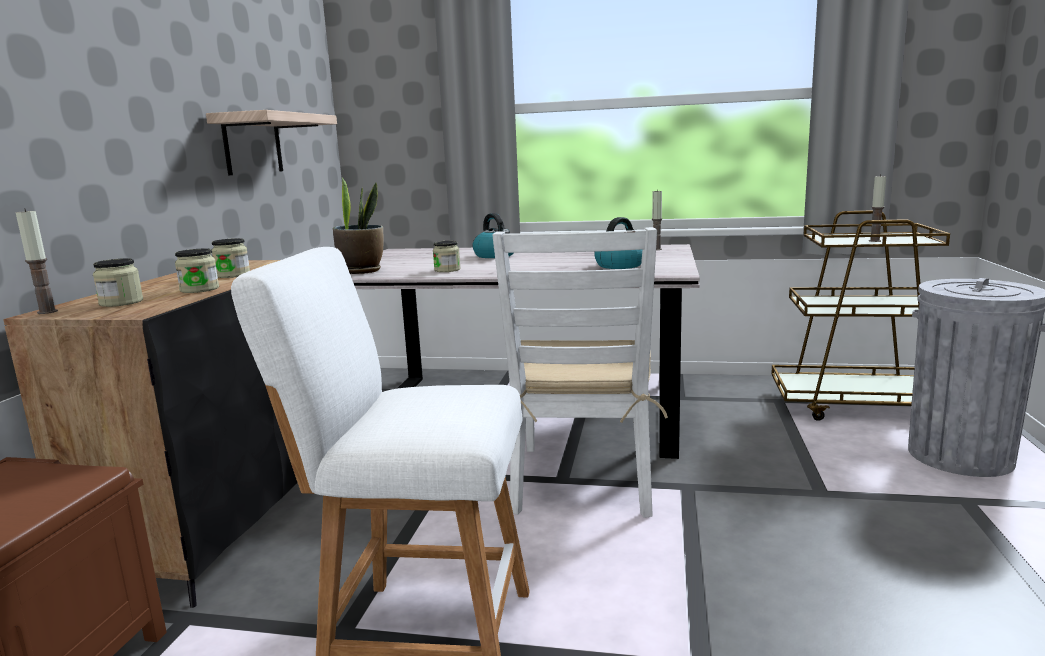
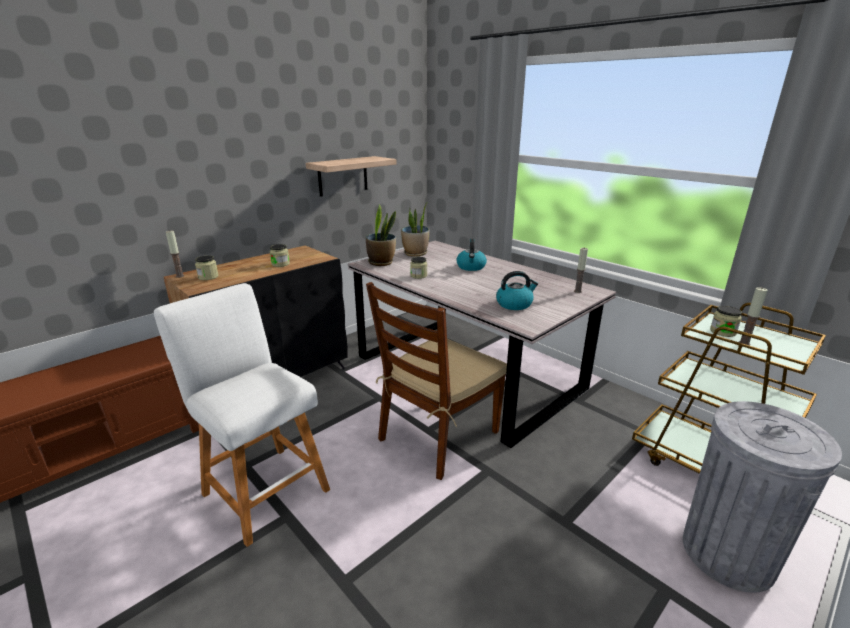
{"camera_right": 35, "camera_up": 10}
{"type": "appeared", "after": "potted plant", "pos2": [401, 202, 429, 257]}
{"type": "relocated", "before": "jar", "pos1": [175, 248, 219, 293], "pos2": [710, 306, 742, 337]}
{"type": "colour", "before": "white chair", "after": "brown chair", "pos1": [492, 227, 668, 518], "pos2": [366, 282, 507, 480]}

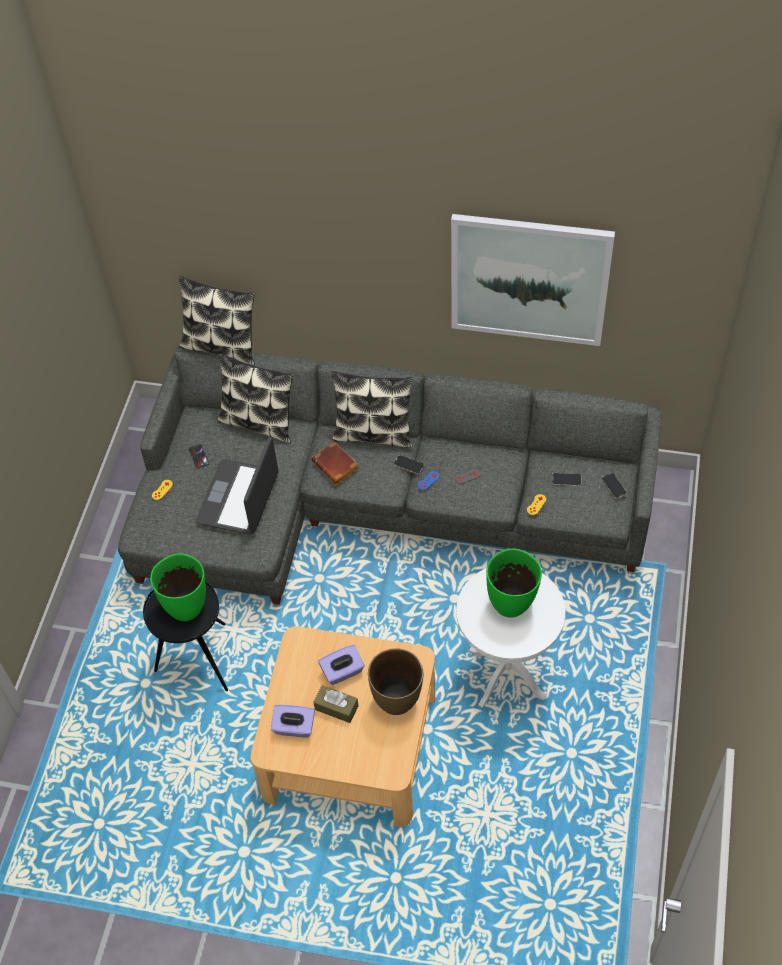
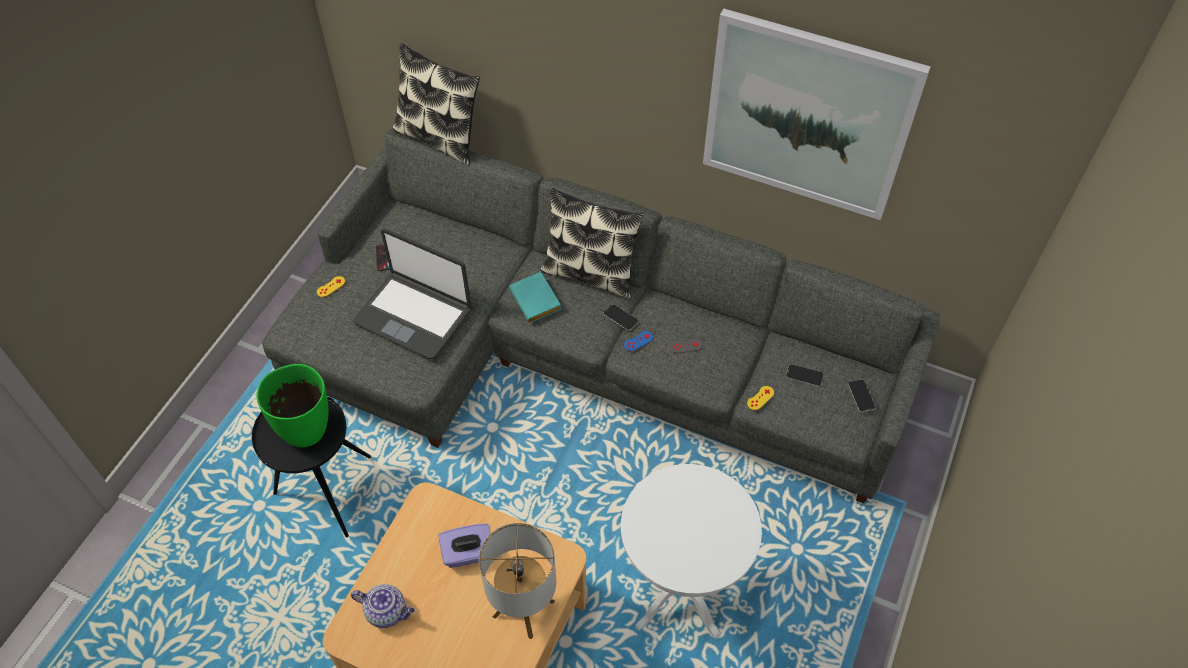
{"camera_right": 10, "camera_up": 0}
{"type": "missing", "before": "pillow", "pos1": [217, 353, 294, 443]}
{"type": "missing", "before": "brown tissue box", "pos1": [314, 685, 358, 723]}
{"type": "missing", "before": "green vase", "pos1": [486, 549, 542, 618]}
{"type": "exchanged", "before": "purple tissue box", "after": "teapot", "pos1": [271, 705, 315, 737], "pos2": [351, 584, 415, 628]}
{"type": "exchanged", "before": "brown vase", "after": "table lamp", "pos1": [368, 648, 424, 715], "pos2": [479, 523, 556, 639]}
{"type": "colour", "before": "brown book", "after": "turquoise book", "pos1": [311, 441, 359, 484], "pos2": [509, 272, 561, 323]}
{"type": "spun", "before": "laptop", "pos1": [196, 436, 279, 535], "pos2": [353, 229, 471, 359], "turn": -90}

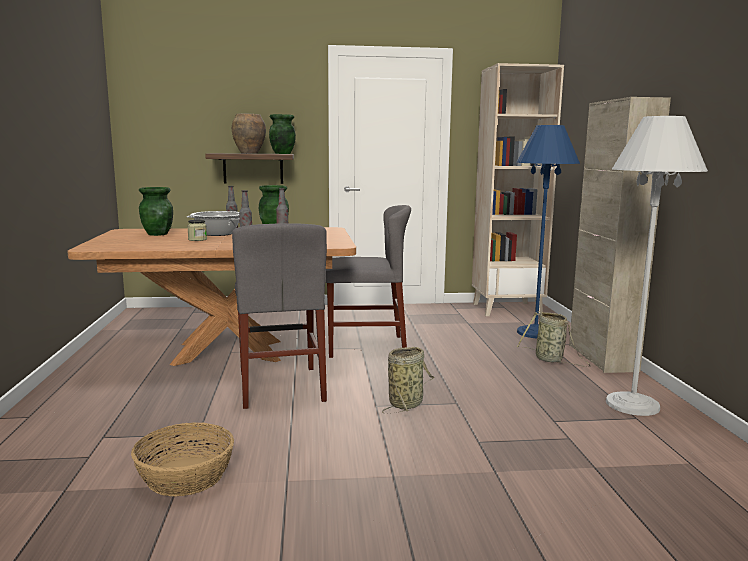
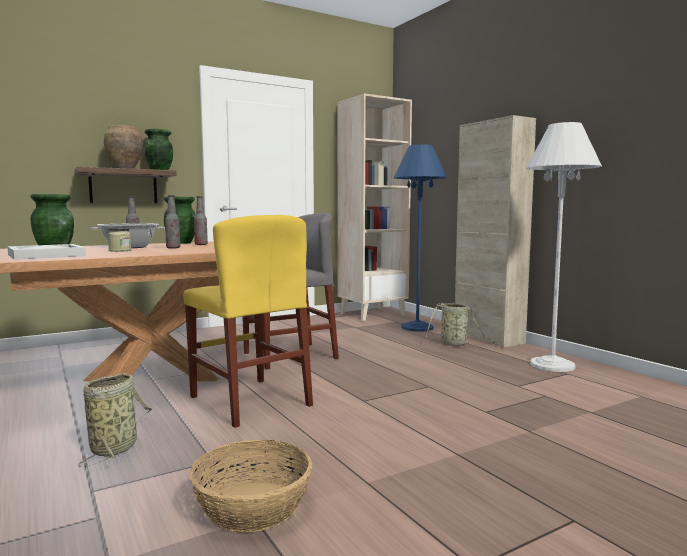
{"camera_right": -25, "camera_up": -5}
{"type": "appeared", "after": "white tray", "pos2": [7, 244, 86, 260]}
{"type": "relocated", "before": "basket", "pos1": [382, 347, 434, 414], "pos2": [78, 373, 152, 467]}
{"type": "colour", "before": "grey chair", "after": "yellow chair", "pos1": [232, 223, 327, 409], "pos2": [183, 215, 313, 428]}

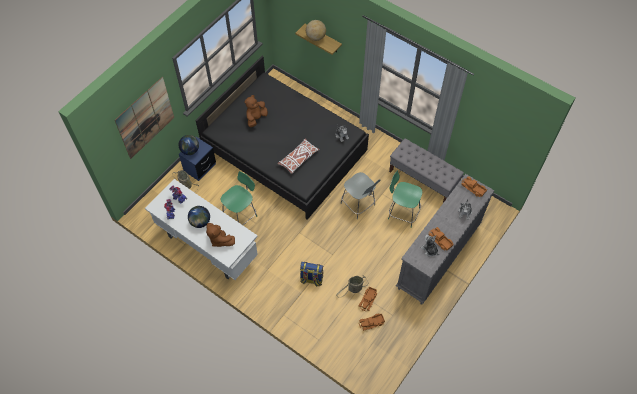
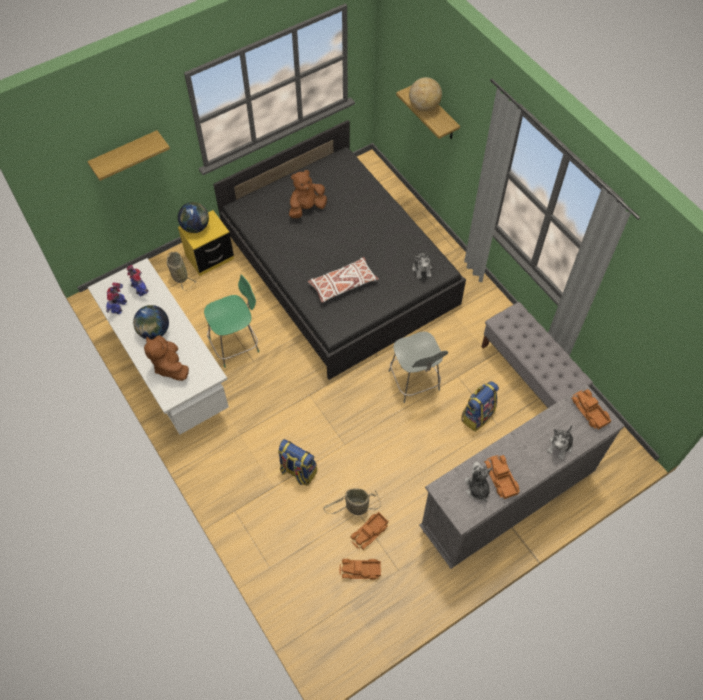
{"camera_right": 20, "camera_up": 0}
{"type": "exchanged", "before": "picture", "after": "shelf", "pos1": [115, 77, 174, 159], "pos2": [87, 130, 170, 181]}
{"type": "exchanged", "before": "green chair", "after": "backpack", "pos1": [388, 170, 422, 228], "pos2": [461, 381, 499, 431]}
{"type": "colour", "before": "blue nightstand", "after": "yellow nightstand", "pos1": [179, 137, 216, 181], "pos2": [178, 210, 234, 276]}

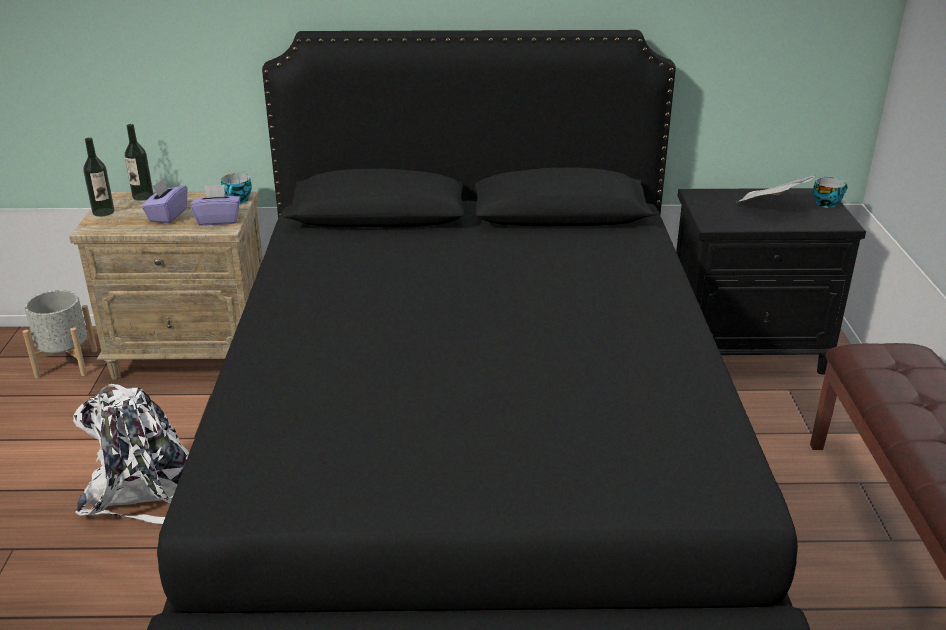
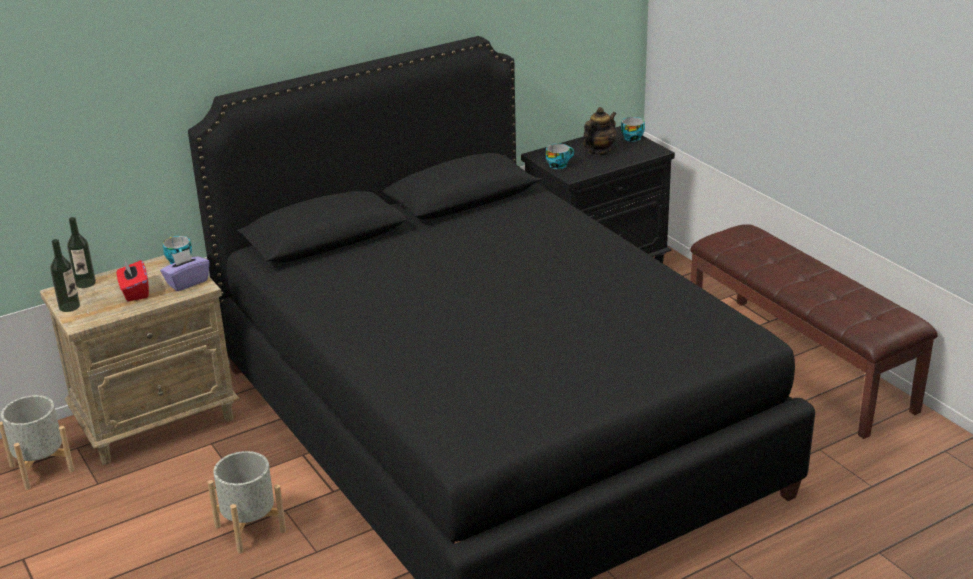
{"camera_right": -30, "camera_up": 0}
{"type": "appeared", "after": "cup", "pos2": [546, 143, 574, 169]}
{"type": "exchanged", "before": "white backpack", "after": "grey planter", "pos1": [73, 384, 189, 524], "pos2": [207, 451, 286, 554]}
{"type": "exchanged", "before": "newspaper", "after": "teapot", "pos1": [738, 176, 815, 202], "pos2": [583, 107, 616, 155]}
{"type": "colour", "before": "purple tissue box", "after": "red tissue box", "pos1": [142, 179, 187, 223], "pos2": [117, 260, 149, 301]}

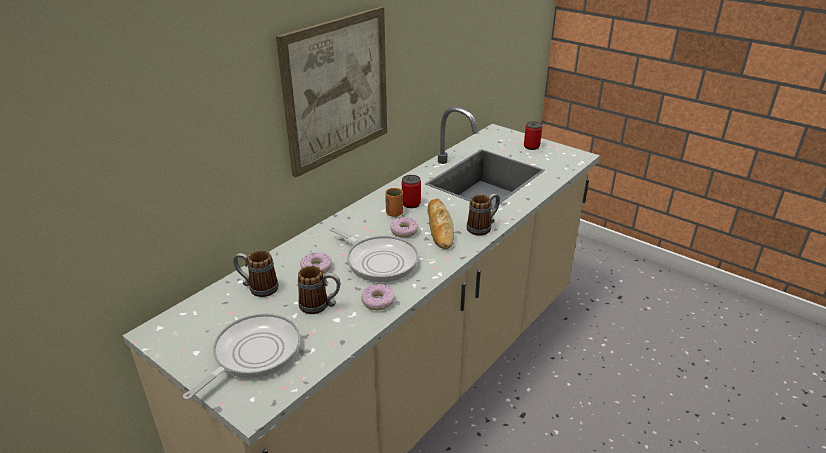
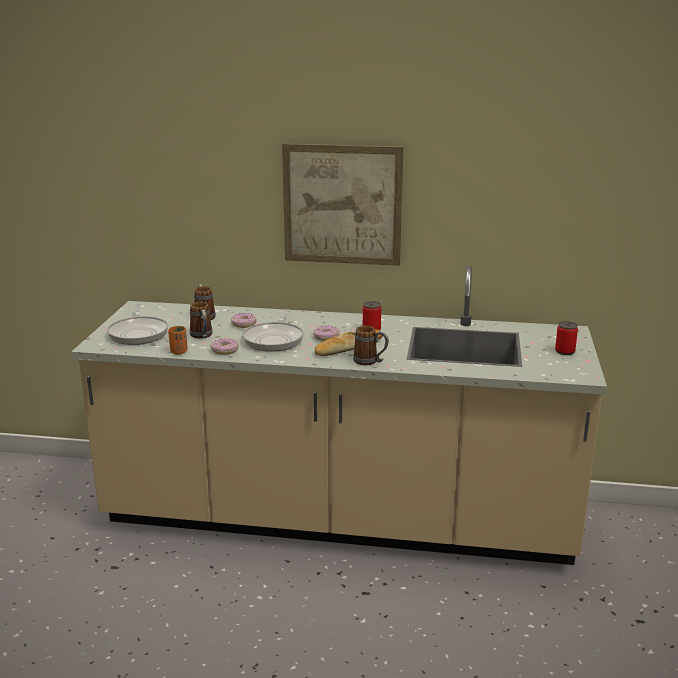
{"camera_right": 60, "camera_up": -10}
{"type": "relocated", "before": "orange cup", "pos1": [385, 188, 403, 217], "pos2": [168, 326, 188, 354]}
{"type": "spun", "before": "frying pan", "pos1": [183, 313, 301, 400], "pos2": [107, 304, 168, 345], "turn": 75}

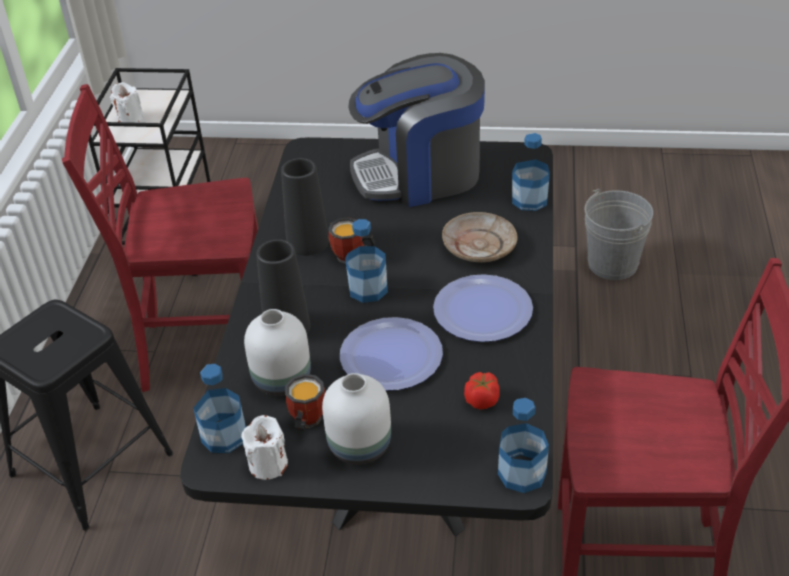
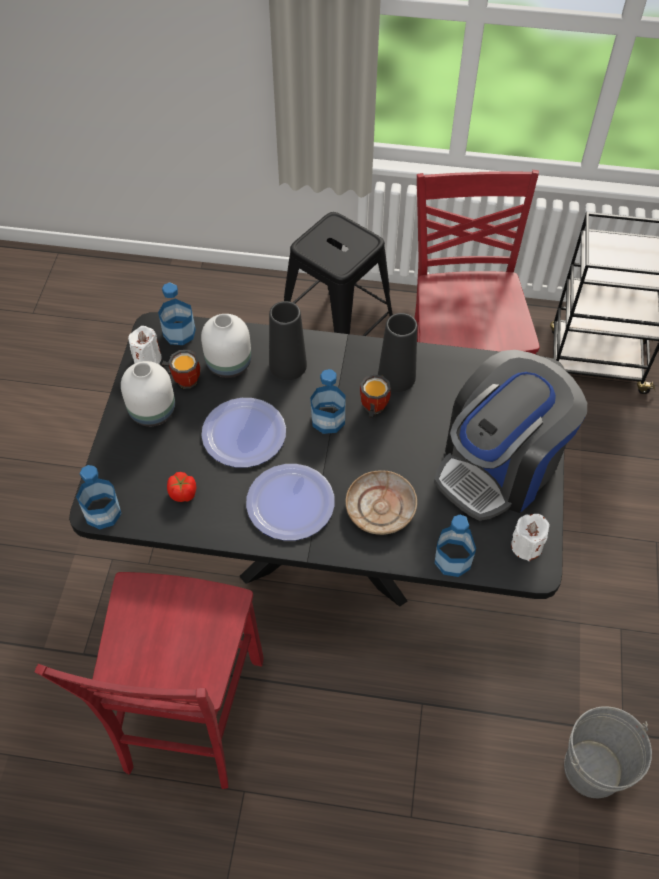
{"camera_right": 90, "camera_up": 15}
{"type": "relocated", "before": "white candle", "pos1": [110, 82, 144, 123], "pos2": [511, 514, 549, 561]}
{"type": "spun", "before": "coffee machine", "pos1": [348, 53, 485, 207], "pos2": [434, 350, 587, 521], "turn": -120}

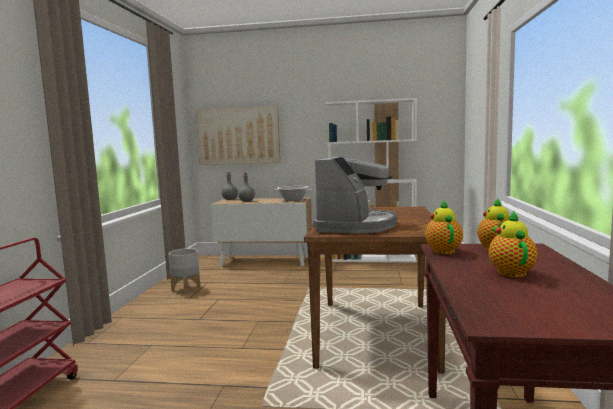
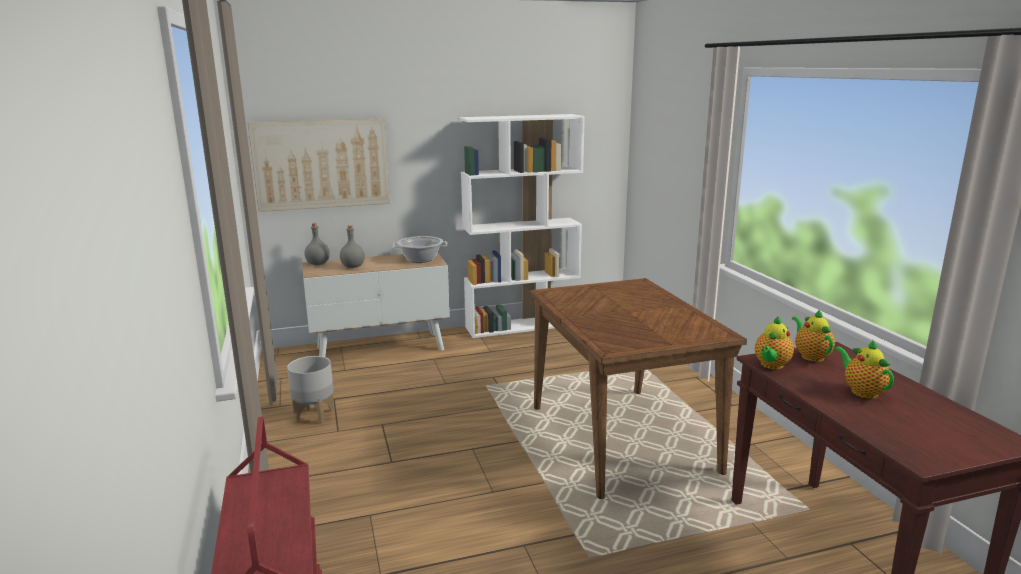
{"camera_right": -25, "camera_up": 10}
{"type": "missing", "before": "coffee machine", "pos1": [313, 157, 397, 234]}
{"type": "spun", "before": "teapot", "pos1": [425, 200, 463, 254], "pos2": [755, 316, 794, 369], "turn": -120}

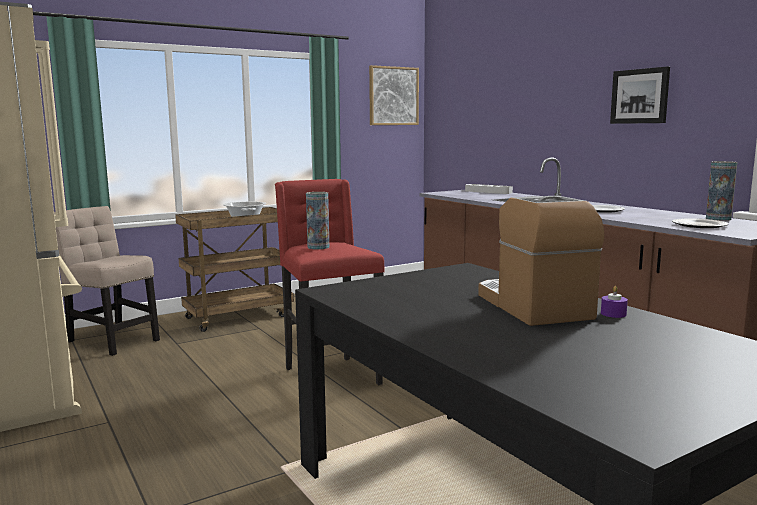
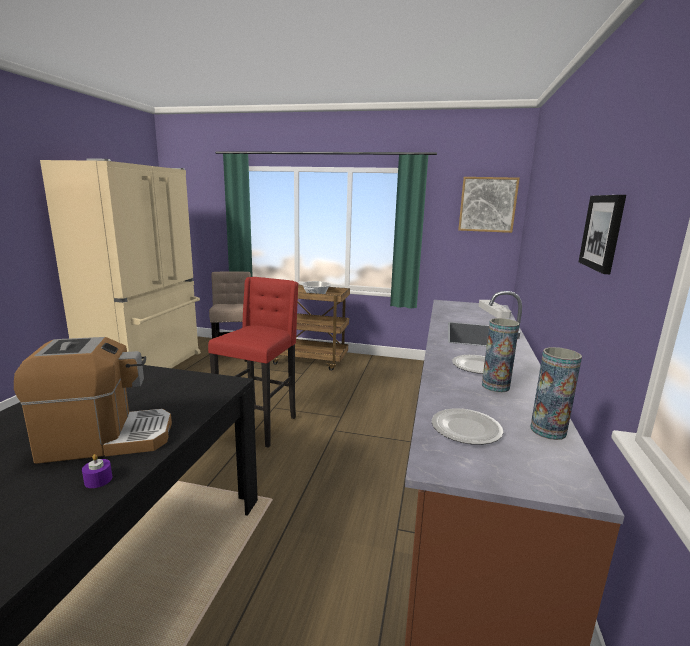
{"camera_right": 45, "camera_up": 5}
{"type": "relocated", "before": "vase", "pos1": [306, 192, 329, 250], "pos2": [482, 318, 519, 392]}
{"type": "spun", "before": "coffee machine", "pos1": [478, 196, 604, 326], "pos2": [14, 337, 172, 464], "turn": 45}

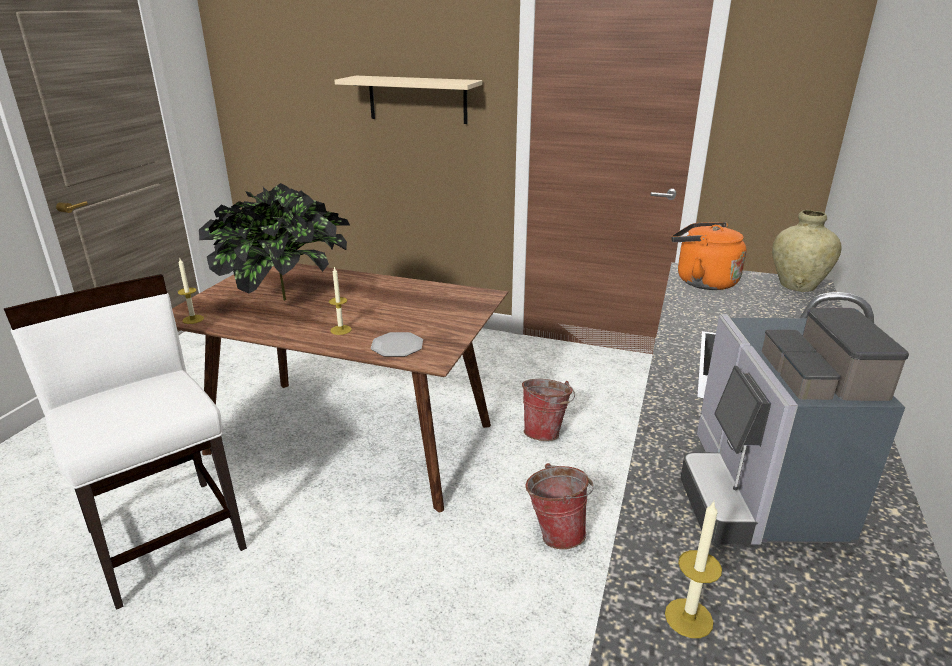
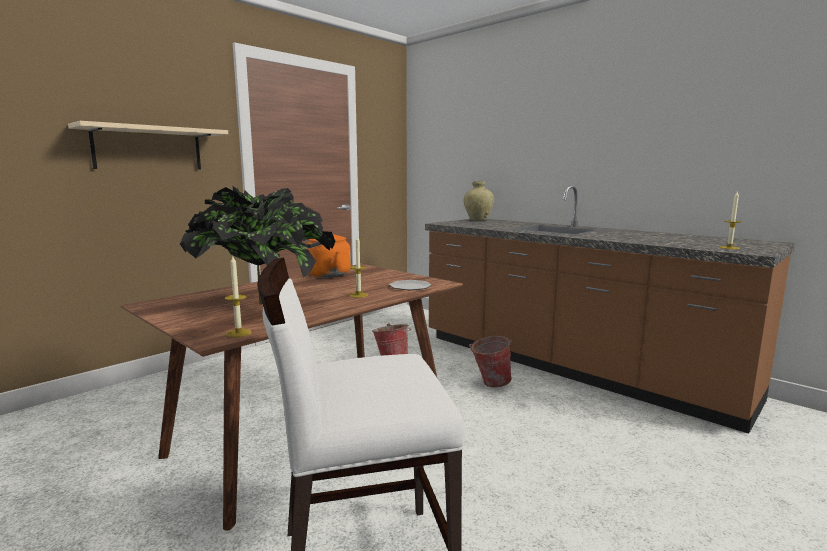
{"camera_right": -65, "camera_up": -15}
{"type": "missing", "before": "coffee machine", "pos1": [681, 308, 909, 545]}
{"type": "relocated", "before": "orange kettle", "pos1": [671, 222, 746, 290], "pos2": [300, 234, 351, 278]}

